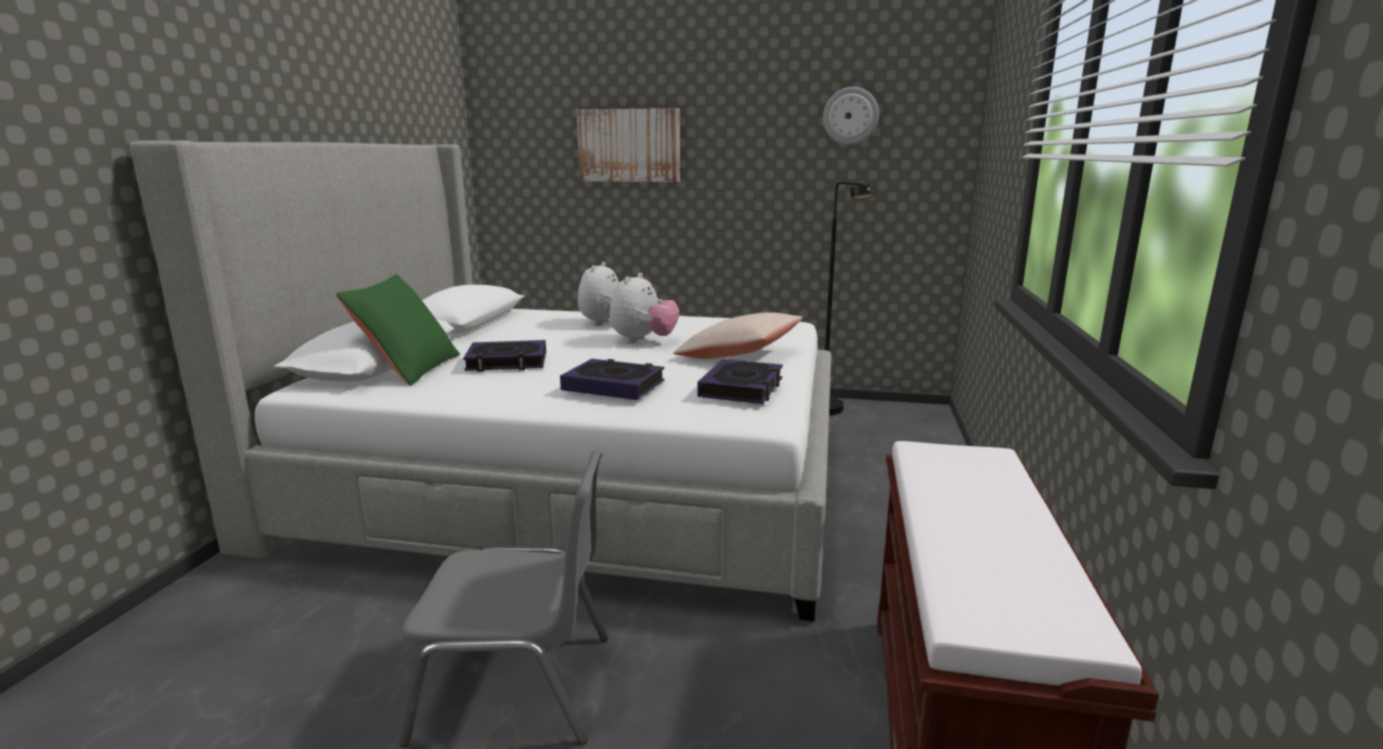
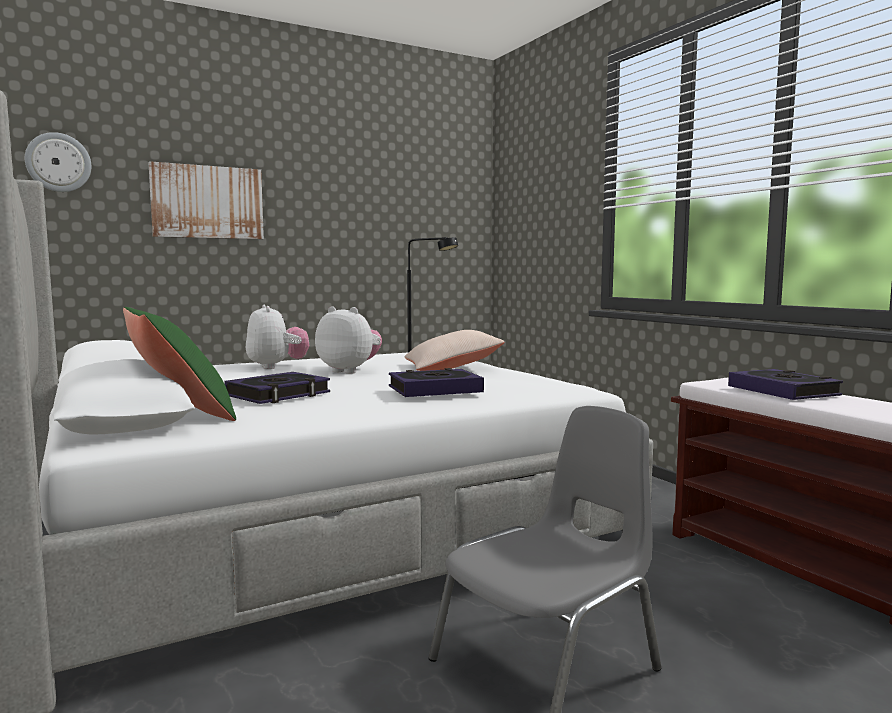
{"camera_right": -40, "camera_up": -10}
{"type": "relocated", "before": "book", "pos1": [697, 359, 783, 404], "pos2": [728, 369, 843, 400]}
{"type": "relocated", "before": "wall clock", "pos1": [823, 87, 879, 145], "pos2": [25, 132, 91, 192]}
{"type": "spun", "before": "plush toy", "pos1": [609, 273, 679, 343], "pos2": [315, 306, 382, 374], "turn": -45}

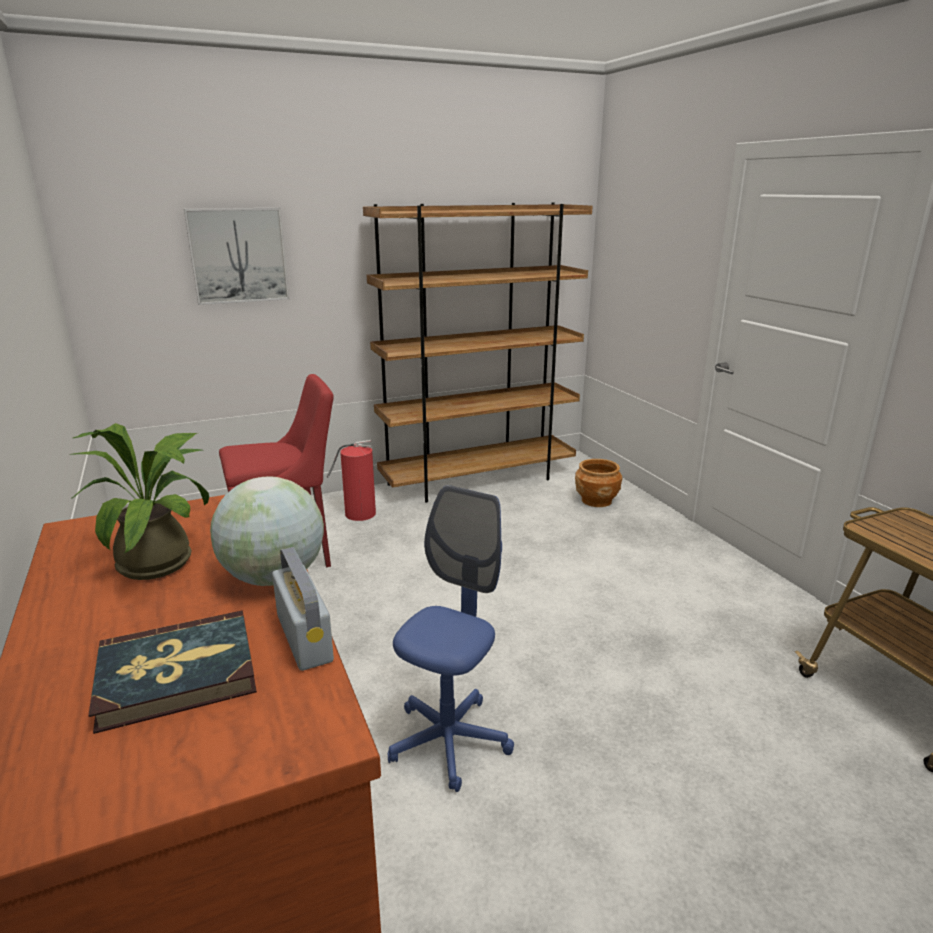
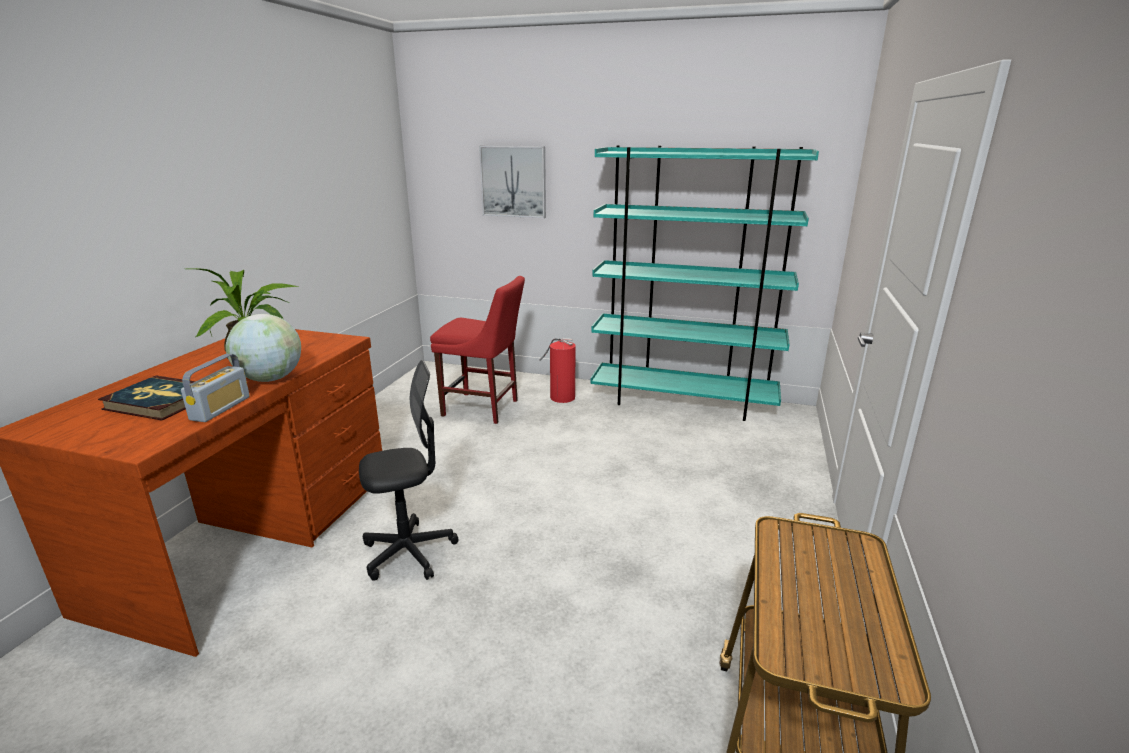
{"camera_right": 40, "camera_up": 0}
{"type": "missing", "before": "brown planter", "pos1": [575, 459, 623, 507]}
{"type": "colour", "before": "brown bookcase", "after": "turquoise bookcase", "pos1": [363, 202, 593, 503], "pos2": [591, 145, 819, 421]}
{"type": "colour", "before": "blue office chair", "after": "black office chair", "pos1": [388, 485, 514, 792], "pos2": [359, 360, 458, 581]}

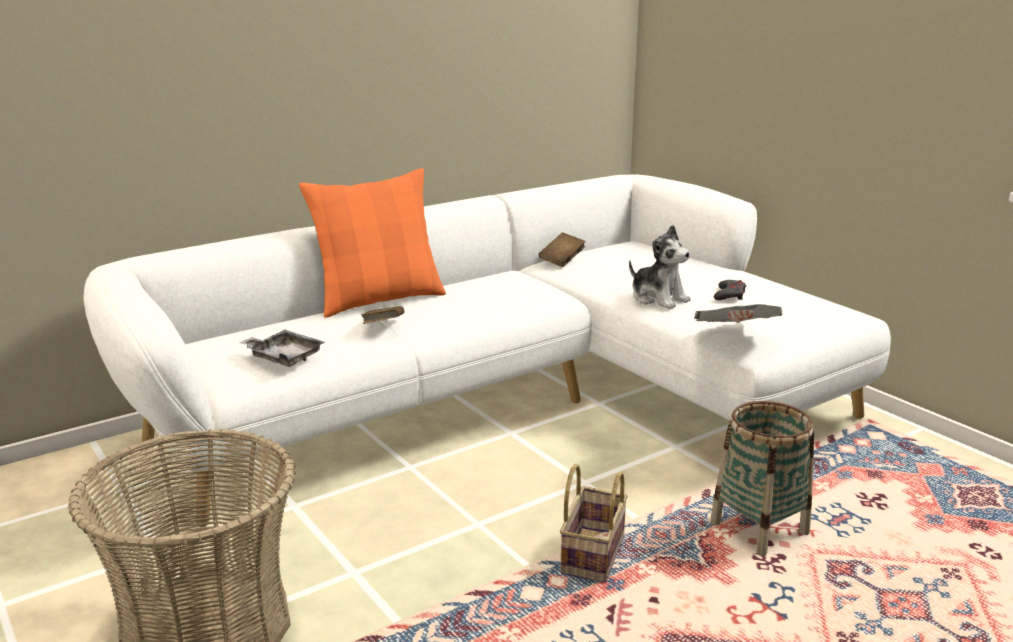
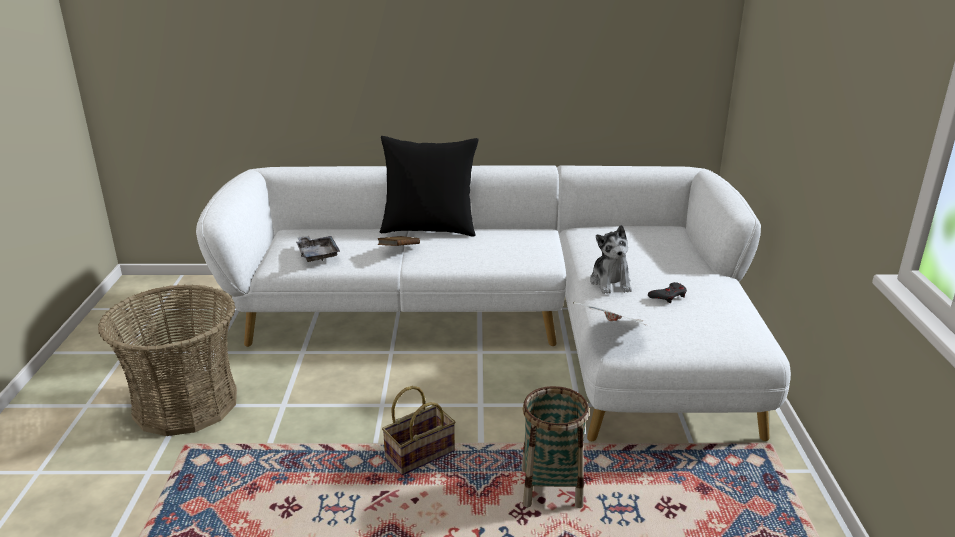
{"camera_right": 35, "camera_up": 5}
{"type": "missing", "before": "brown book", "pos1": [539, 233, 586, 267]}
{"type": "colour", "before": "orange pillow", "after": "black pillow", "pos1": [299, 168, 446, 318], "pos2": [380, 136, 479, 237]}

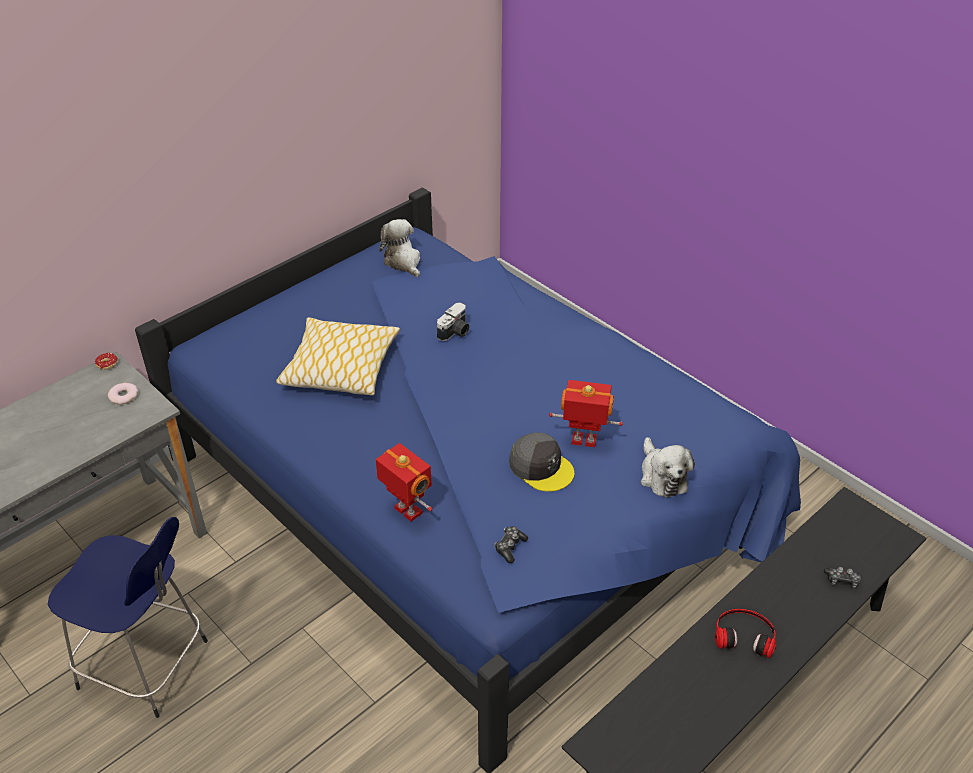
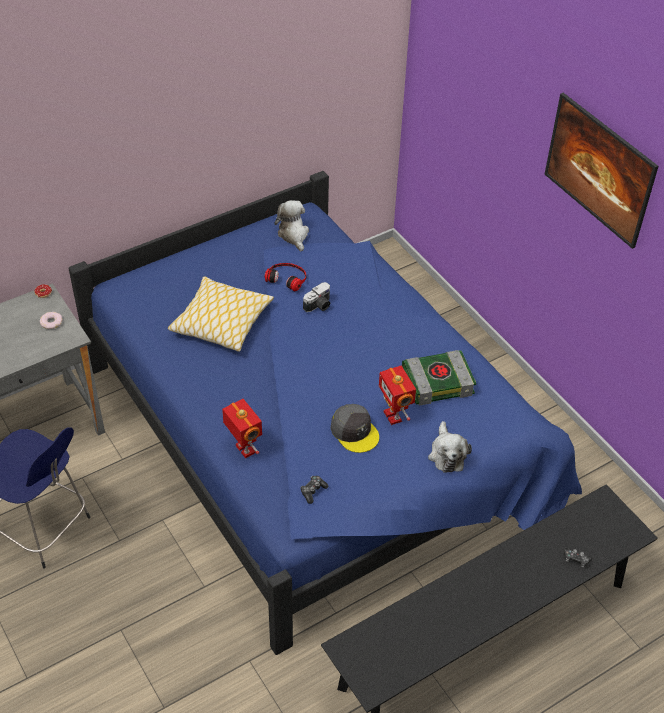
{"camera_right": 10, "camera_up": 5}
{"type": "appeared", "after": "book", "pos2": [402, 350, 476, 406]}
{"type": "appeared", "after": "picture", "pos2": [545, 93, 659, 249]}
{"type": "relocated", "before": "headphones", "pos1": [715, 609, 776, 658], "pos2": [265, 263, 307, 291]}
{"type": "spun", "before": "toy robot", "pos1": [549, 380, 623, 447], "pos2": [379, 366, 416, 425], "turn": -135}

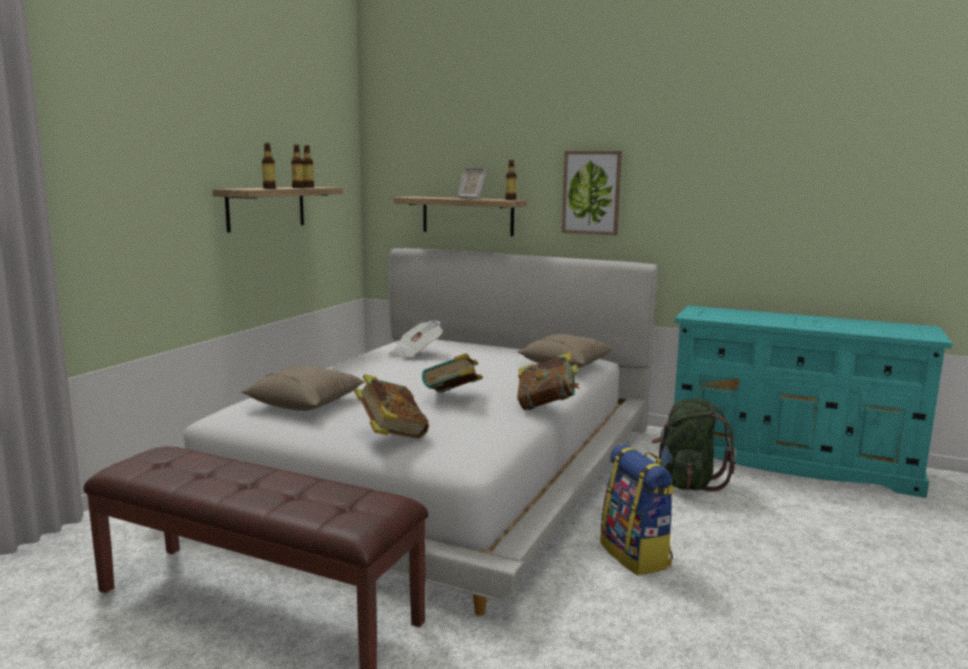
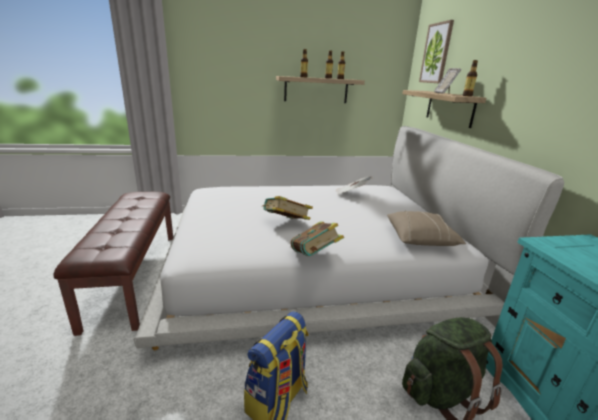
{"camera_right": 55, "camera_up": 10}
{"type": "missing", "before": "beige pillow", "pos1": [241, 366, 365, 411]}
{"type": "missing", "before": "book", "pos1": [354, 374, 429, 439]}
{"type": "relocated", "before": "picture", "pos1": [562, 151, 622, 235], "pos2": [419, 20, 454, 83]}

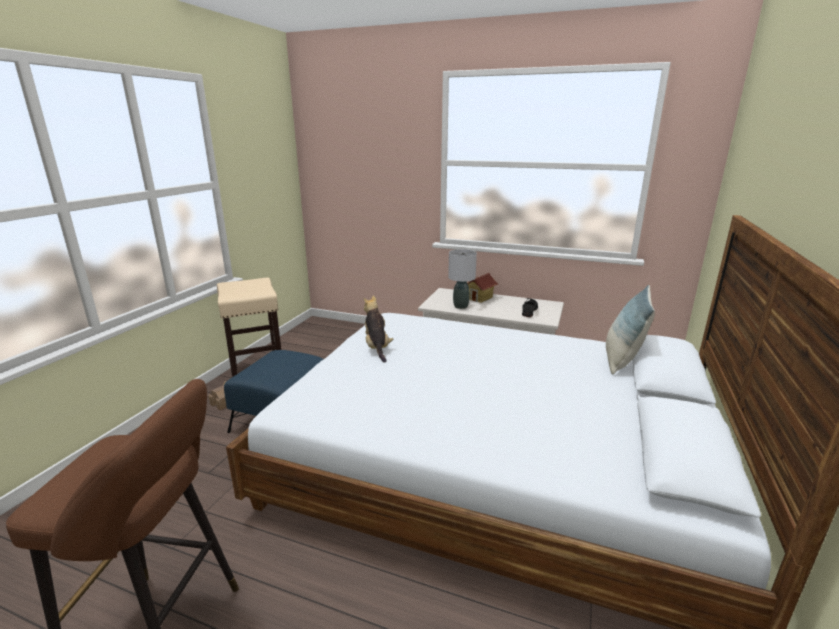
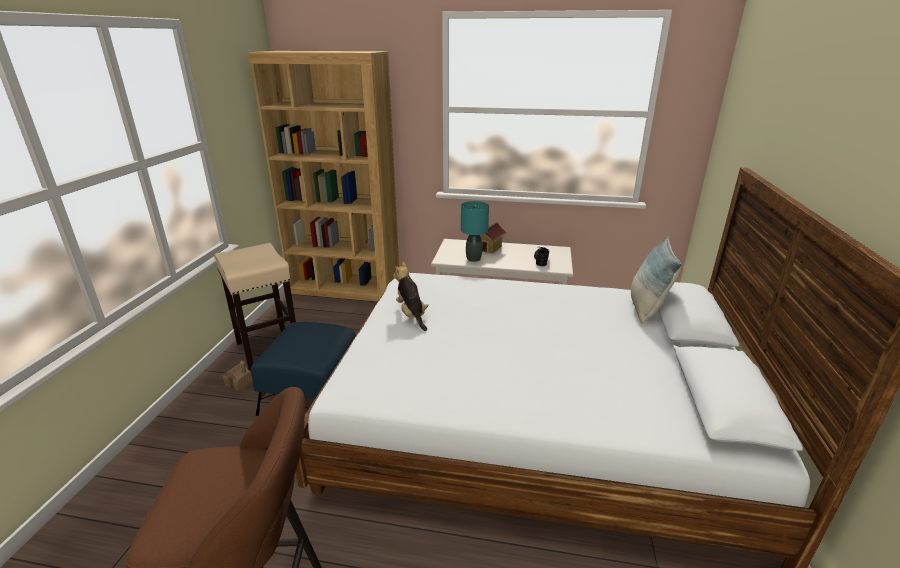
{"camera_right": -10, "camera_up": 5}
{"type": "appeared", "after": "brown bookcase", "pos2": [248, 51, 399, 302]}
{"type": "colour", "before": "grey table lamp", "after": "turquoise table lamp", "pos1": [448, 249, 477, 309], "pos2": [461, 201, 489, 262]}

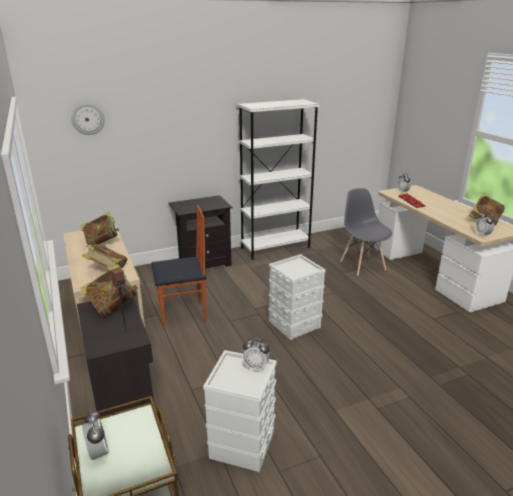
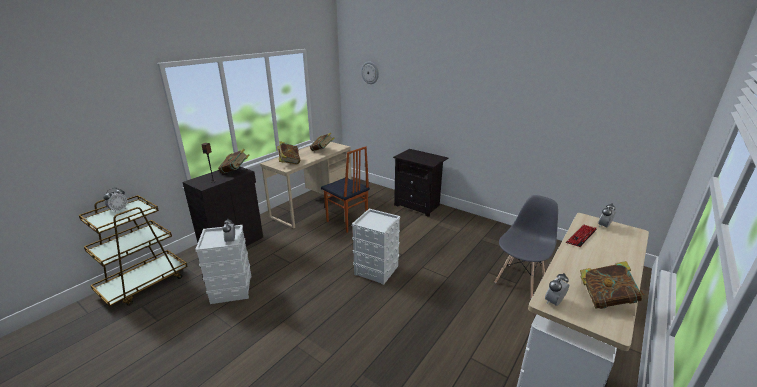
{"camera_right": 60, "camera_up": 0}
{"type": "missing", "before": "white bookcase", "pos1": [237, 99, 320, 260]}

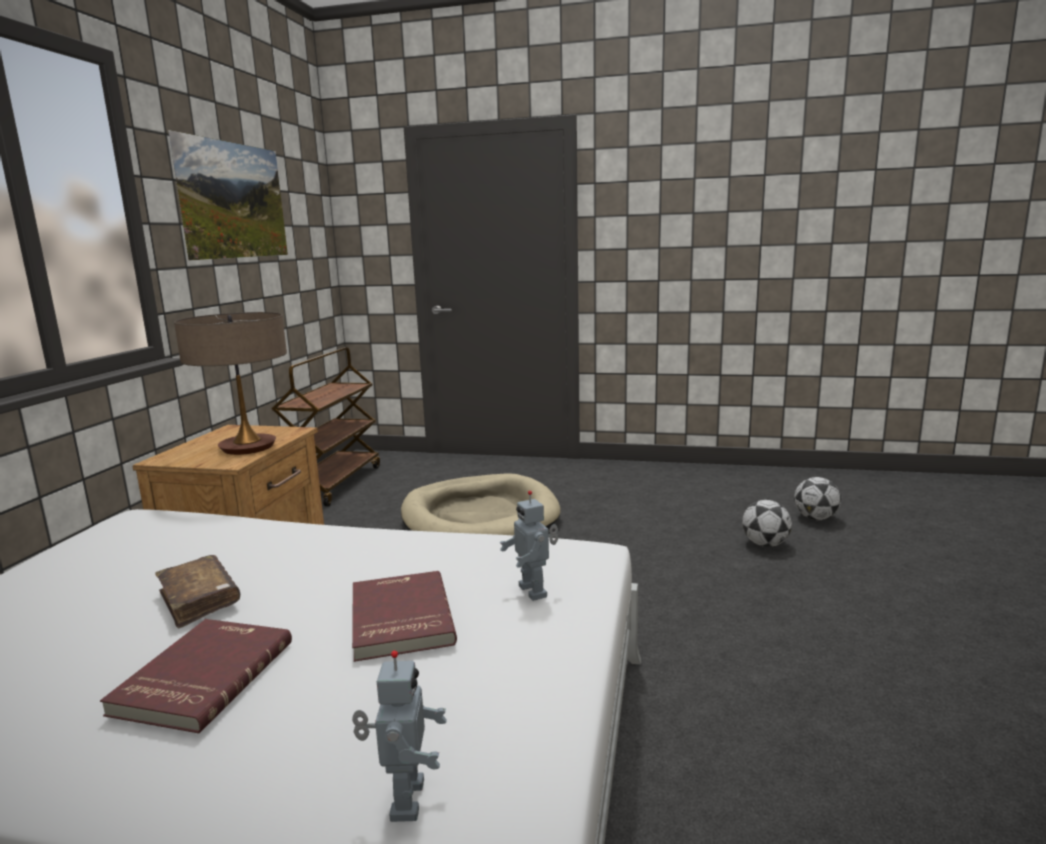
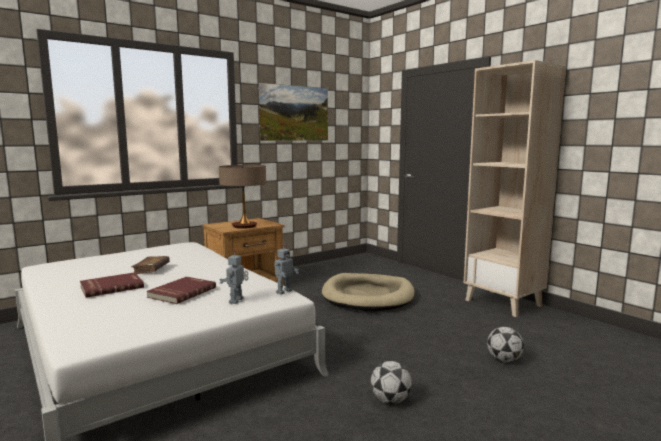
{"camera_right": 40, "camera_up": -5}
{"type": "missing", "before": "brown cart", "pos1": [272, 347, 380, 507]}
{"type": "appeared", "after": "beige bookcase", "pos2": [464, 60, 566, 317]}
{"type": "relocated", "before": "toy robot", "pos1": [352, 650, 447, 822], "pos2": [274, 244, 299, 295]}
{"type": "relocated", "before": "football", "pos1": [794, 477, 841, 520], "pos2": [371, 361, 412, 404]}

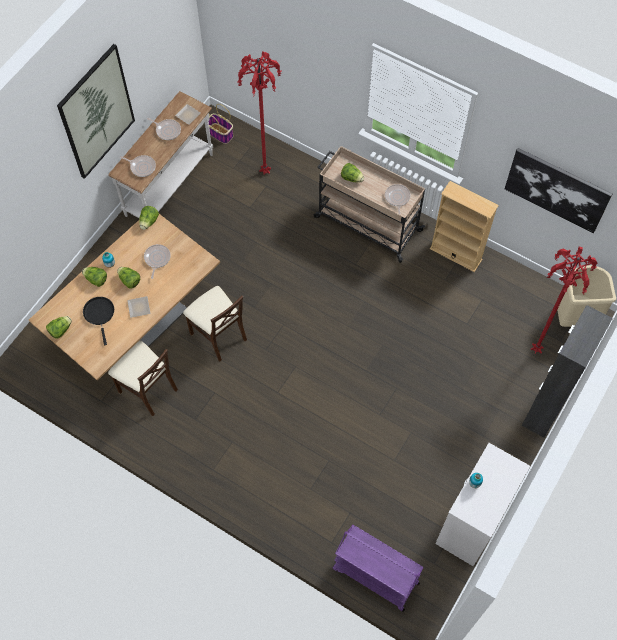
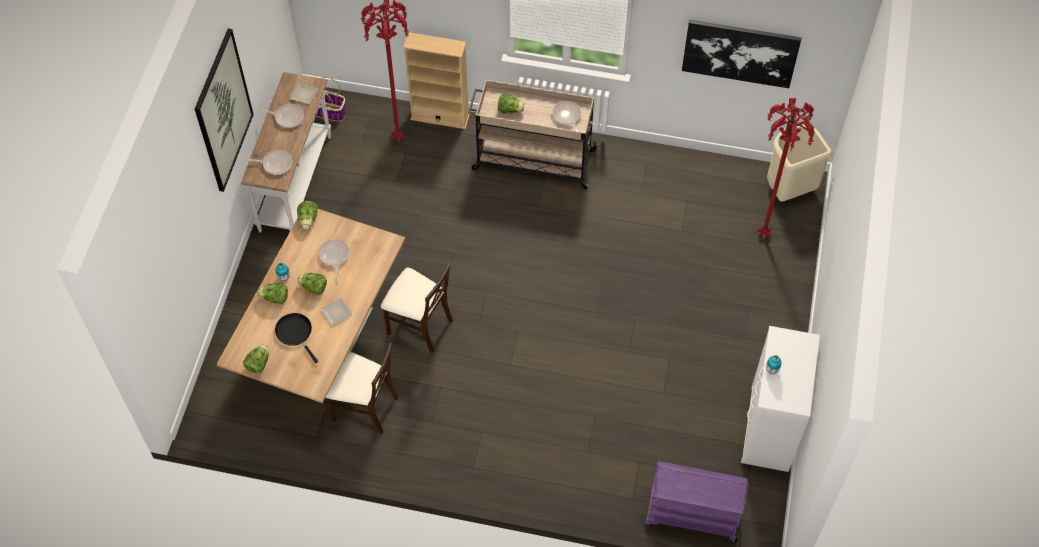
{"camera_right": -20, "camera_up": -5}
{"type": "missing", "before": "black cabinet", "pos1": [522, 305, 613, 438]}
{"type": "relocated", "before": "beige bookcase", "pos1": [430, 181, 499, 272], "pos2": [403, 32, 470, 129]}

